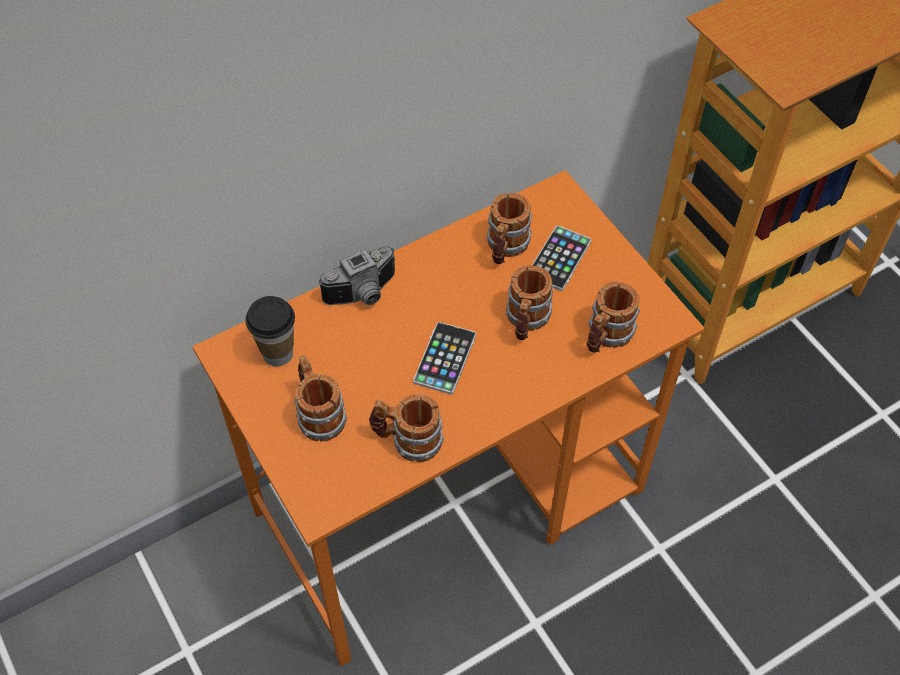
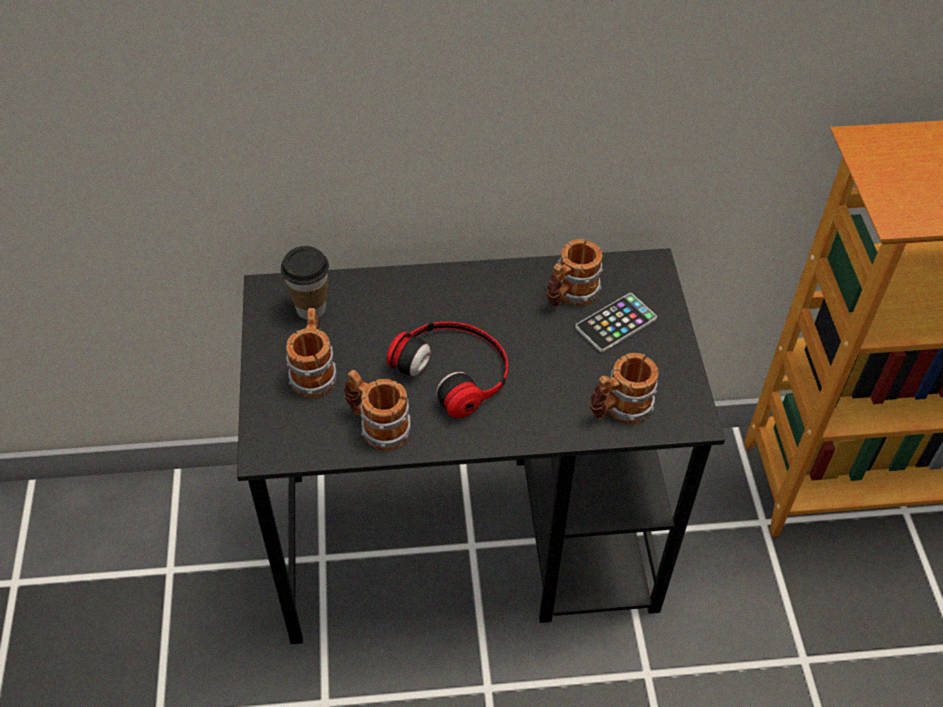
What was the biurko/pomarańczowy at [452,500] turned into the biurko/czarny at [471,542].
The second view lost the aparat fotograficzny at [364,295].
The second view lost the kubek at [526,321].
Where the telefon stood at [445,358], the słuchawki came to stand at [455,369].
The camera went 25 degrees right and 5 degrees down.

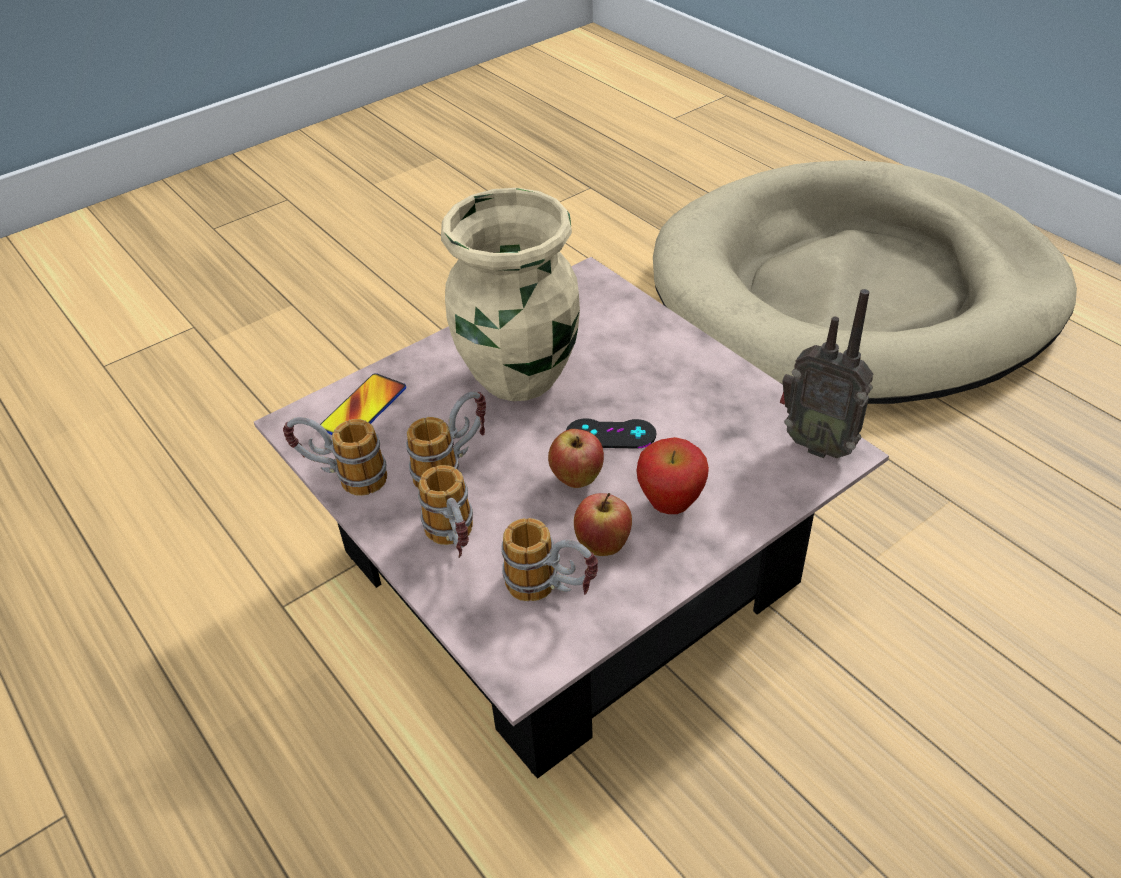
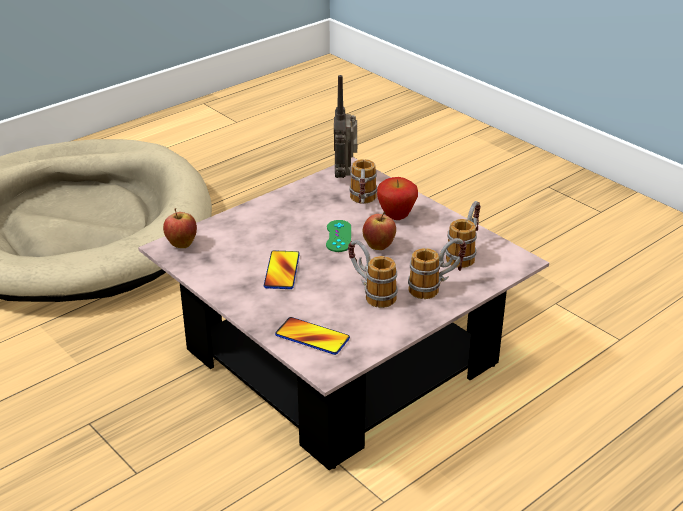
Where the wazon/beżowy stood at [520,378], the telefon came to stand at [282,271].
The radio at [817,443] ended up facing another way, 150 degrees clockwise from before.
The kubek ended up elsewhere, having gone from [342,478] to [362,203].
What was the pad do gier/czarny at [610,434] turned into the pad do gier/zielony at [338,236].
The jabłko ended up elsewhere, having gone from [603,546] to [181,245].
The camera went 95 degrees left and 10 degrees down.

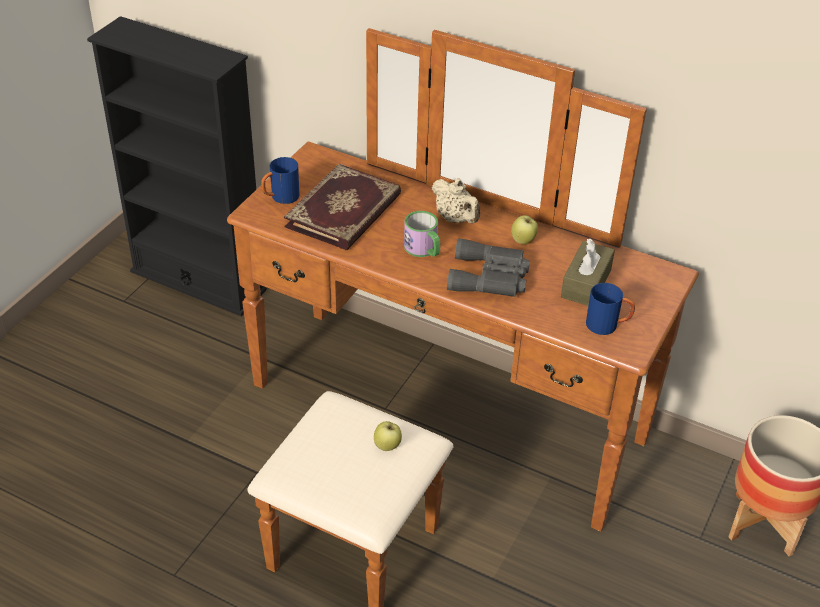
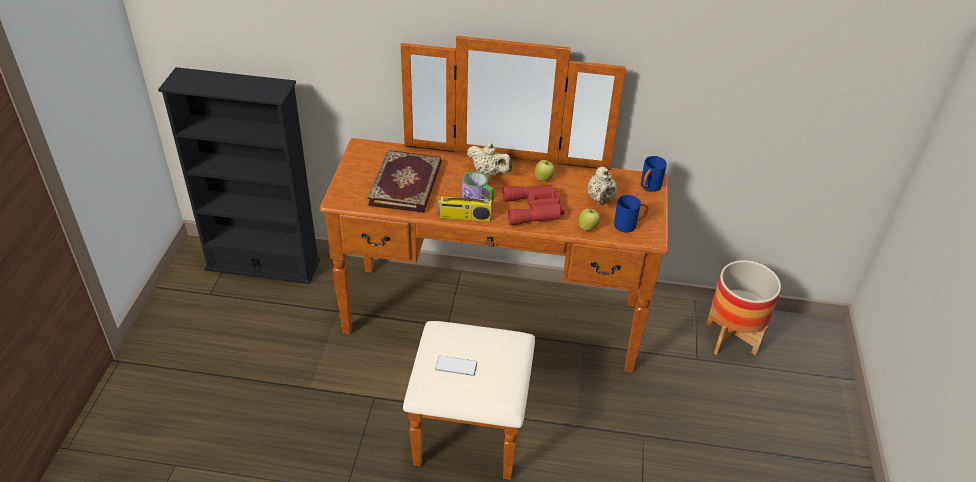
The kubek/niebieski ended up elsewhere, having gone from [280,198] to [648,188].
What was the lornetka/szary at [490,277] turned into the lornetka/czerwony at [534,209].
Where the pudełko chusteczek/brązowy stood at [586,283], the imbryk/beżowy came to stand at [600,199].
The jabłko ended up elsewhere, having gone from [387,446] to [588,228].
The second view gained the radio at [464,217].
The second view gained the telefon at [456,366].
The camera went 20 degrees left and 0 degrees up.

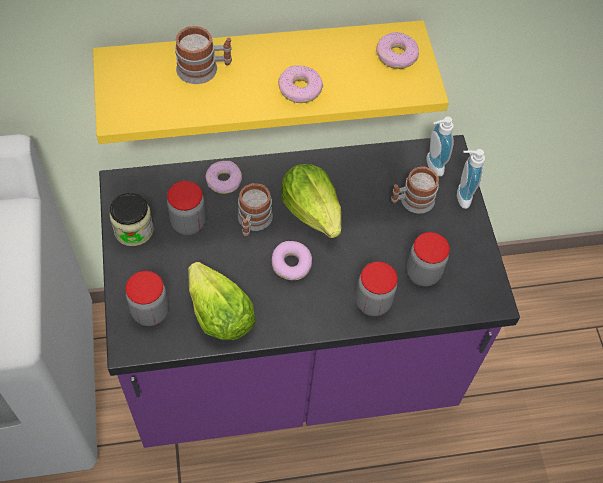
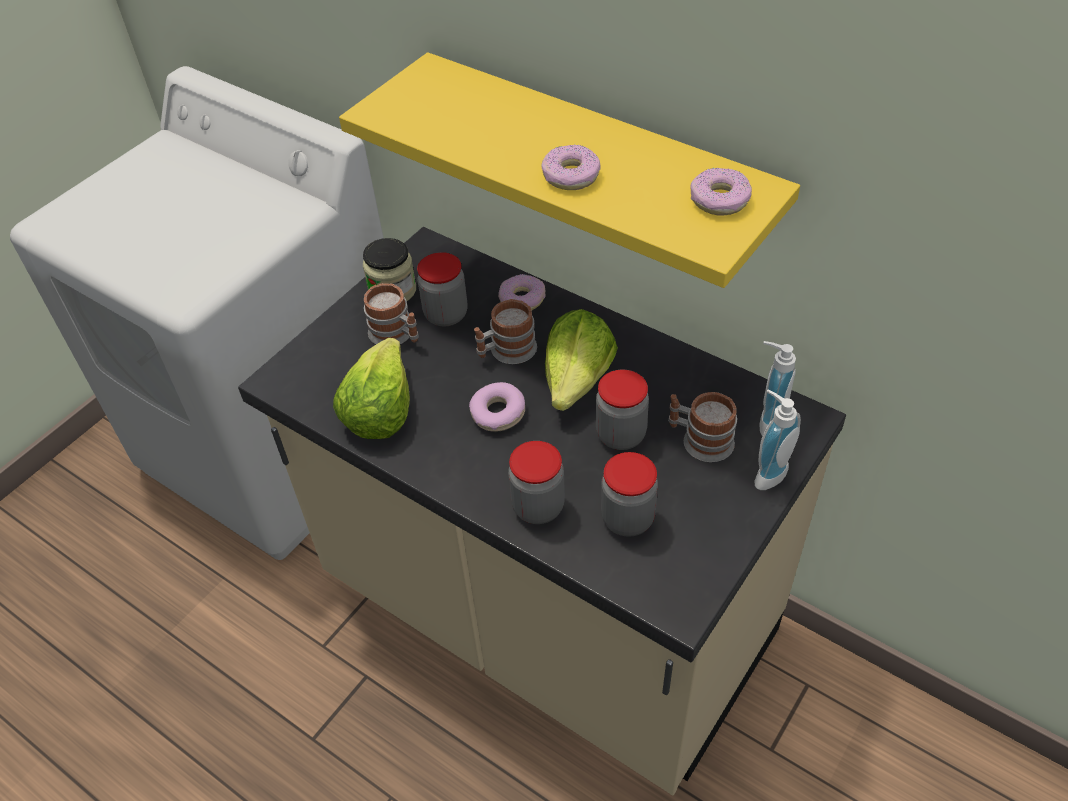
The kubek ended up elsewhere, having gone from [204,69] to [396,335].
What was the zabudowa kuchenna/fioletowy at [291,364] turned into the zabudowa kuchenna/beżowy at [546,613].
The słoik ended up elsewhere, having gone from [150,312] to [621,435].
The camera went 50 degrees right and 10 degrees down.

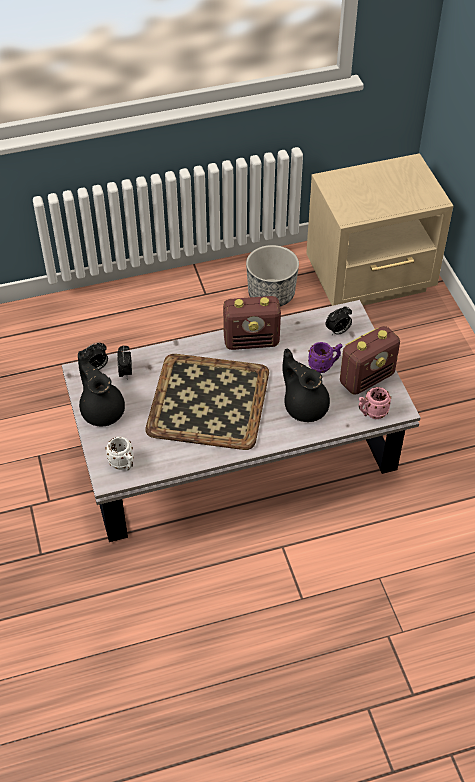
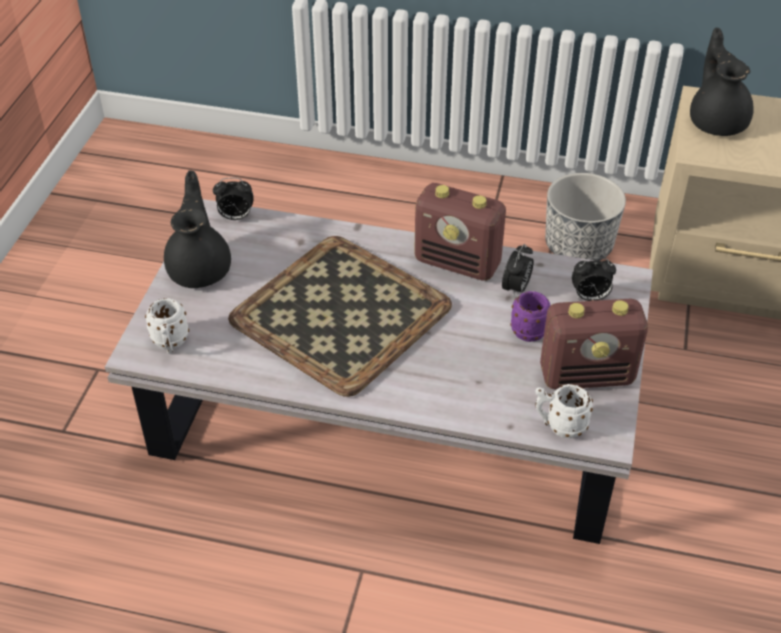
The budzik ended up elsewhere, having gone from [125,373] to [516,288].
The imbryk/czarny ended up elsewhere, having gone from [304,406] to [717,121].
What was the kubek/różowy at [372,413] turned into the kubek/biały at [559,425].
The camera went 30 degrees right and 5 degrees down.

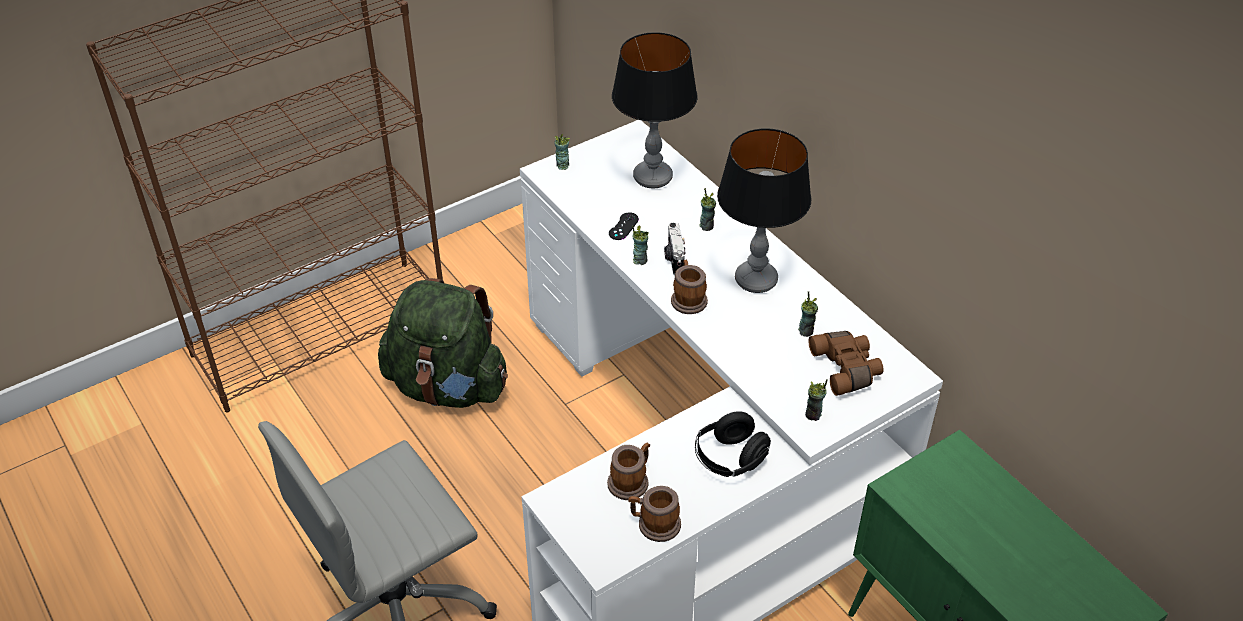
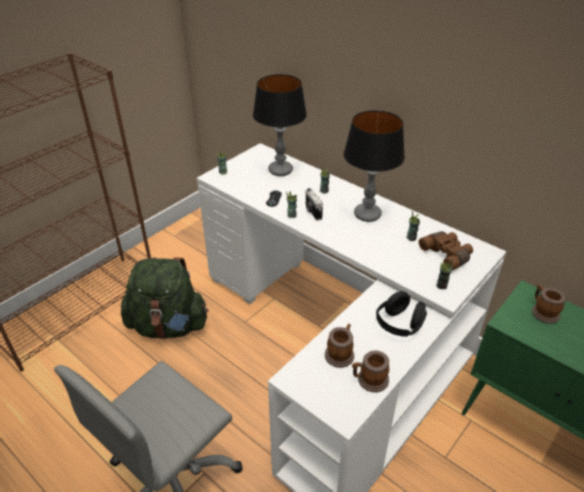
The kubek ended up elsewhere, having gone from [688,298] to [543,312].
The camera went 15 degrees left and 5 degrees down.

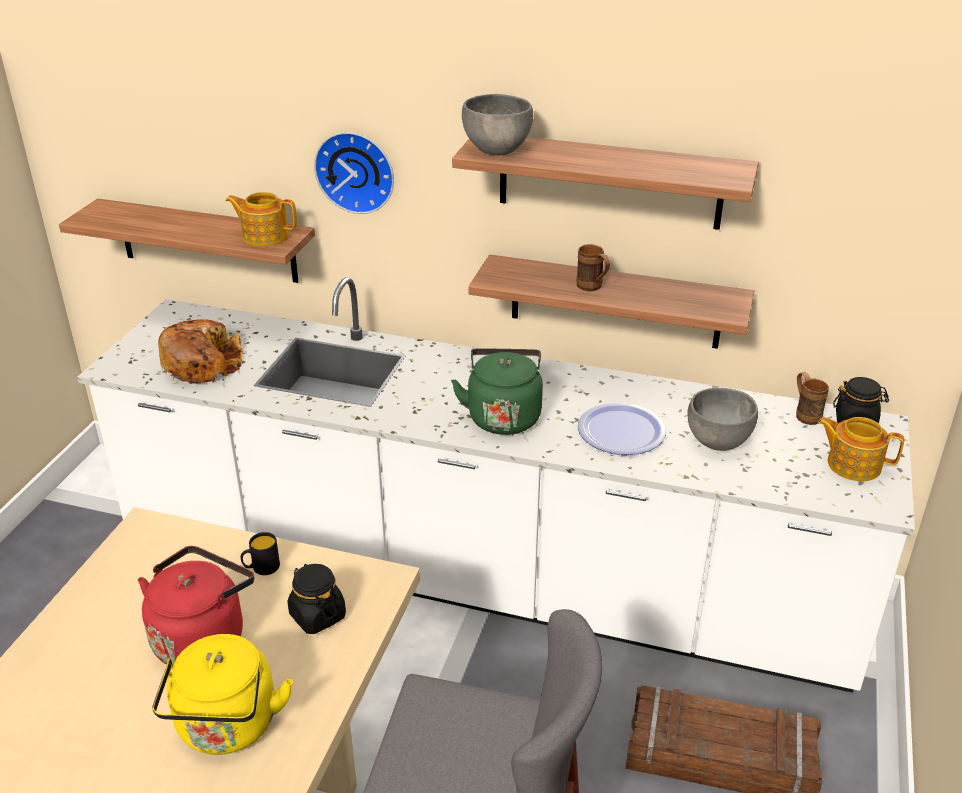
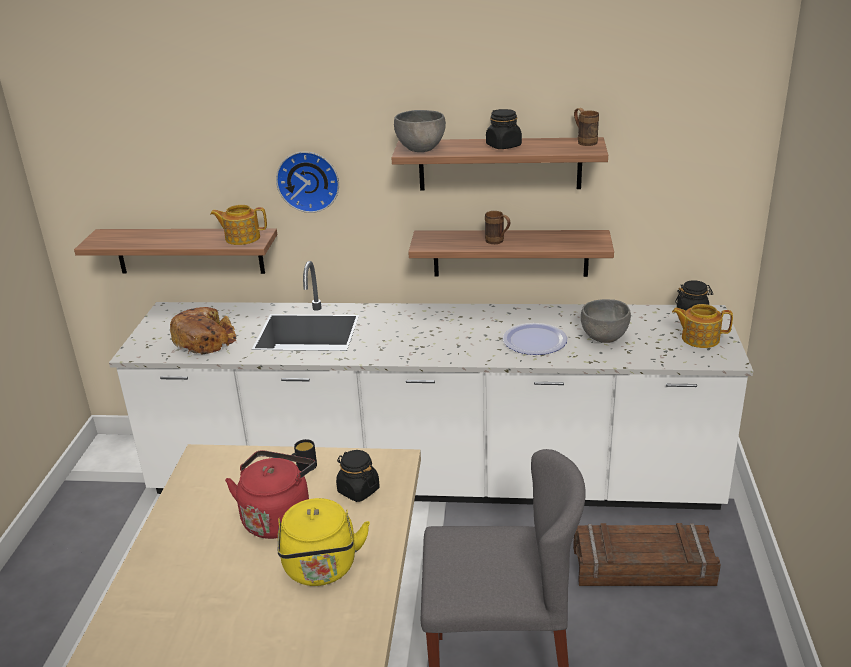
The second view lost the czajnik/zielony at [503,416].
The kubek/brązowy ended up elsewhere, having gone from [805,414] to [584,141].
The second view gained the słoik/czarny at [503,146].
The camera went 10 degrees left and 5 degrees down.

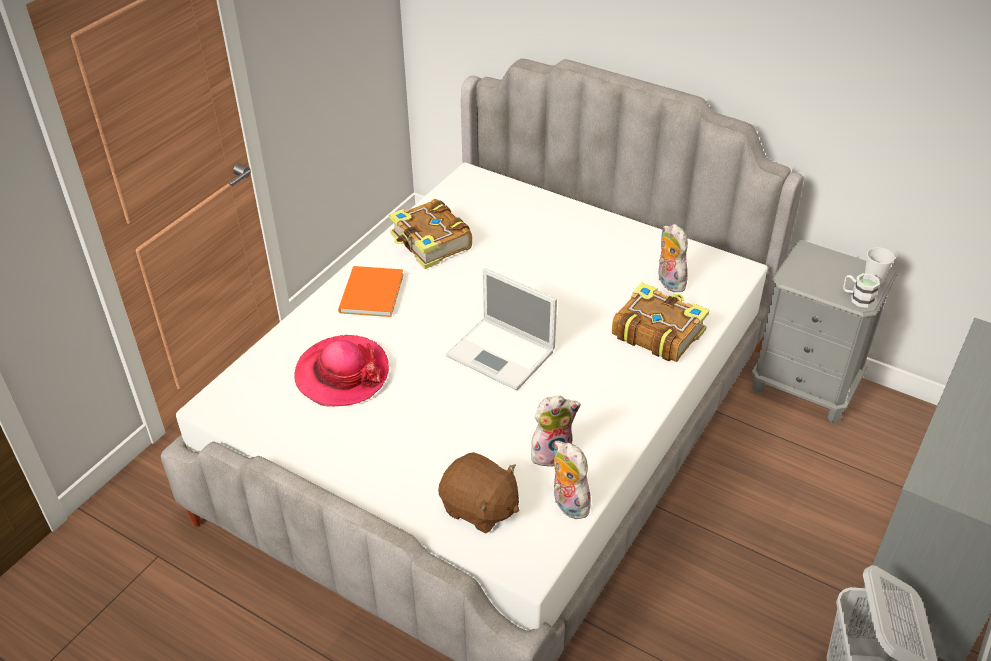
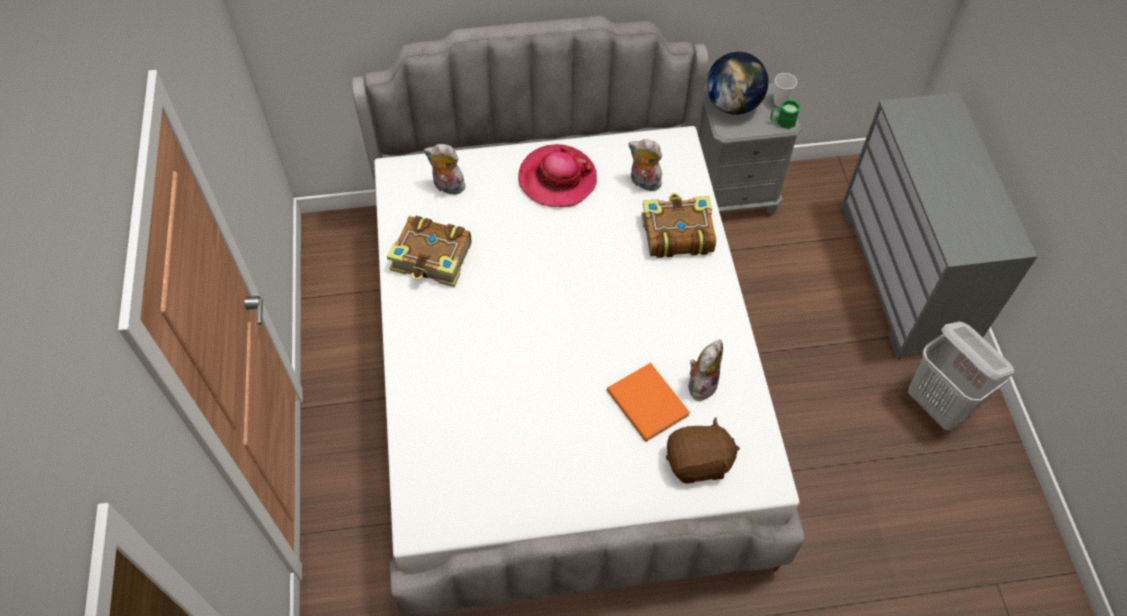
The książka/pomarańczowy ended up elsewhere, having gone from [369,294] to [647,405].
The second view lost the laptop at [502,354].
What was the kubek/biały at [857,298] turned into the kubek/zielony at [782,122].
The kapelusz ended up elsewhere, having gone from [342,374] to [557,178].
The pluszak ended up elsewhere, having gone from [567,504] to [447,187].
The second view gained the globus at [732,104].
The camera went 40 degrees left and 15 degrees up.

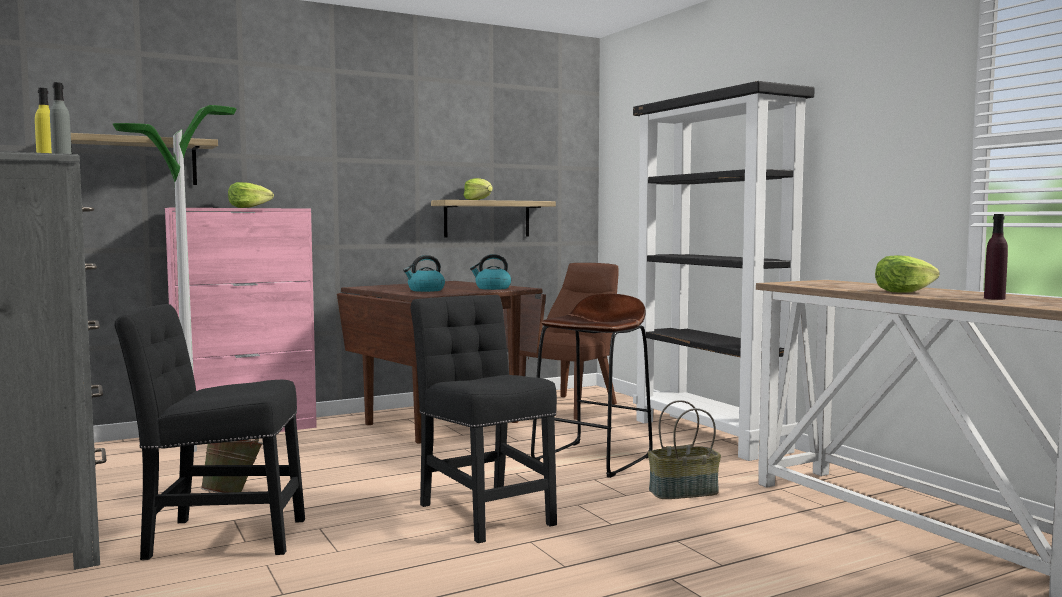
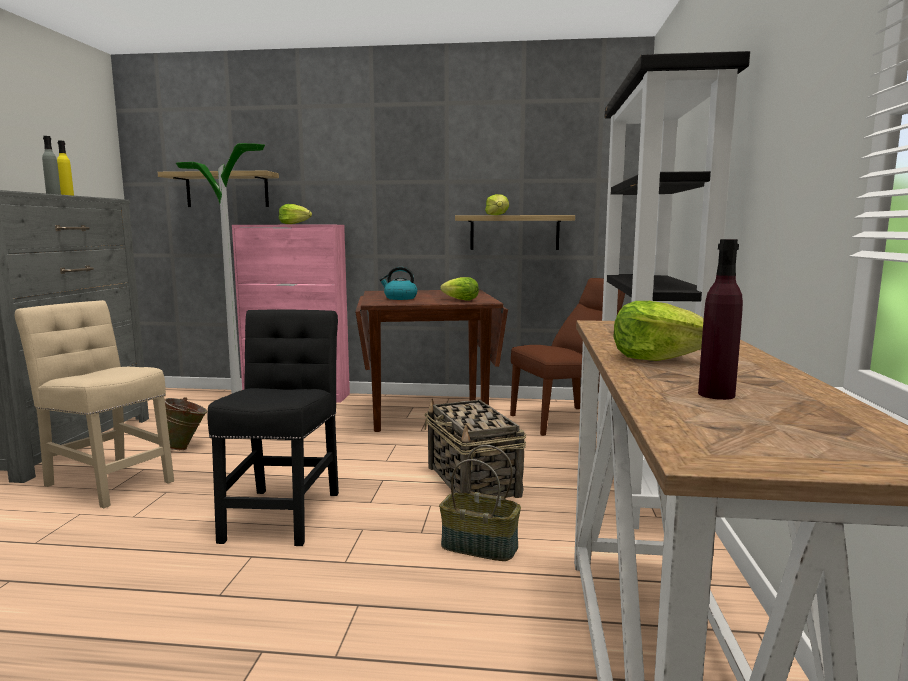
Where the czajnik stood at [492,288], the sałata came to stand at [460,300].
Where the stołek/brązowy stood at [593,459], the koszyk came to stand at [473,482].
What was the krzesło/czarny at [218,538] turned into the krzesło/beżowy at [107,481].
The camera went 35 degrees right and 5 degrees up.

